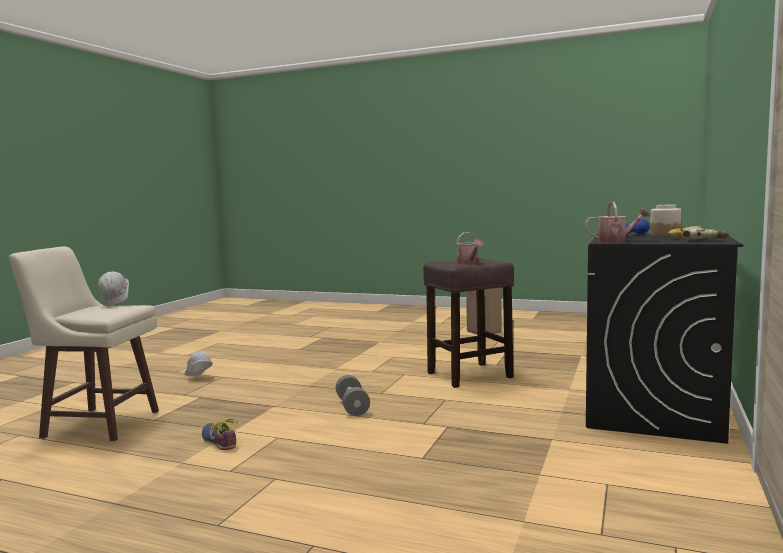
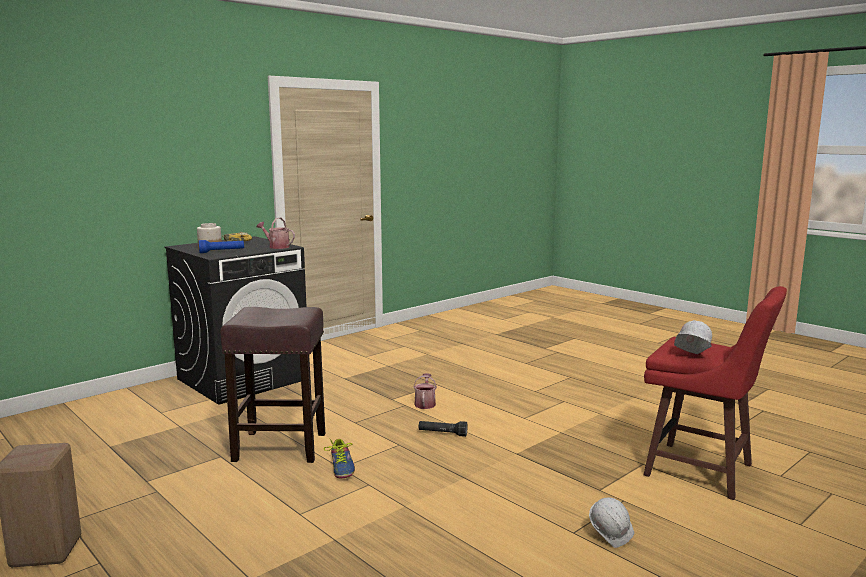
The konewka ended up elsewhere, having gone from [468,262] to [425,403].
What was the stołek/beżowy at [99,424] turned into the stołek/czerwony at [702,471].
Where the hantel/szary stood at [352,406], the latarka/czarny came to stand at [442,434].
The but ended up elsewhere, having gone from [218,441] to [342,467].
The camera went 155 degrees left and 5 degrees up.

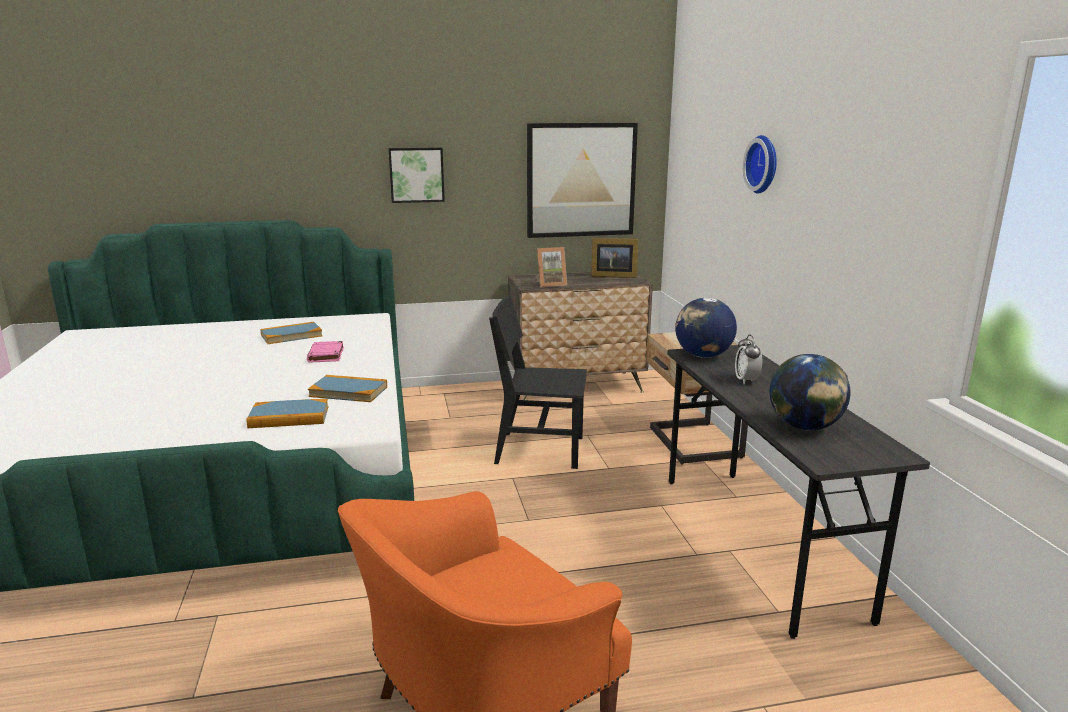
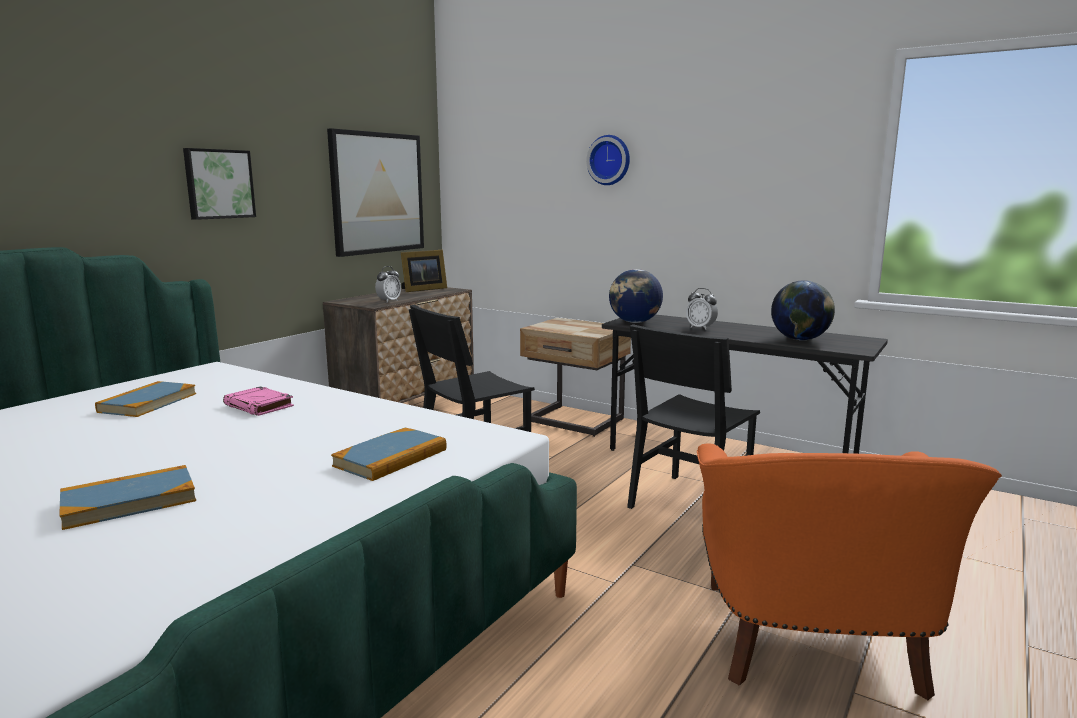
Where the ramka na zdjęcie stood at [550,284], the budzik came to stand at [389,301].
The książka ended up elsewhere, having gone from [348,392] to [129,501].
The second view gained the krzesło/czarny at [689,502].
The camera went 45 degrees left and 5 degrees down.

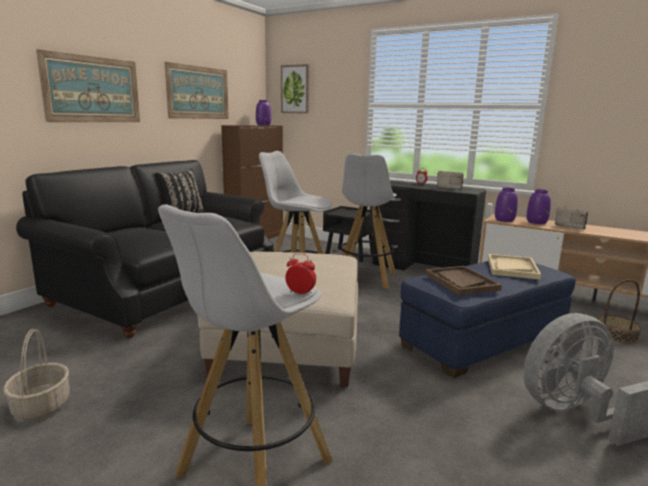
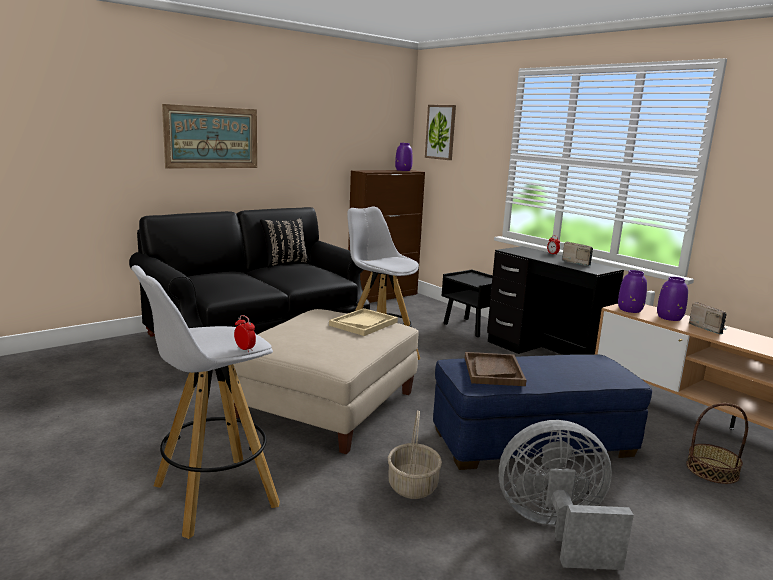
The second view lost the obraz at [198,92].
The second view lost the stołek/biały at [365,278].
The taca/beżowy ended up elsewhere, having gone from [512,268] to [363,323].
The koszyk ended up elsewhere, having gone from [41,406] to [412,485].
The camera went 20 degrees right and 0 degrees up.

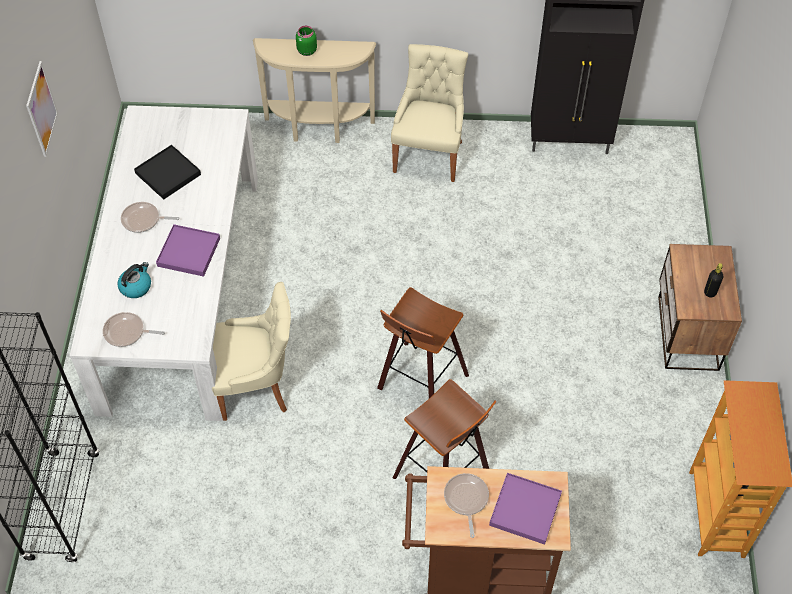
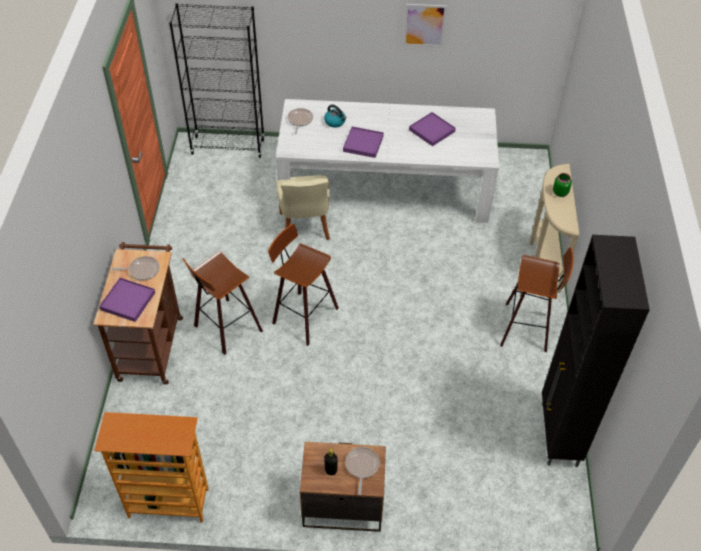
Where the krzesło/beżowy stood at [429,154], the stołek came to stand at [527,328].
What was the taca/czarny at [168,174] turned into the taca/fioletowy at [432,130].
The patelnia ended up elsewhere, having gone from [143,220] to [361,466].
The camera went 90 degrees right and 5 degrees down.

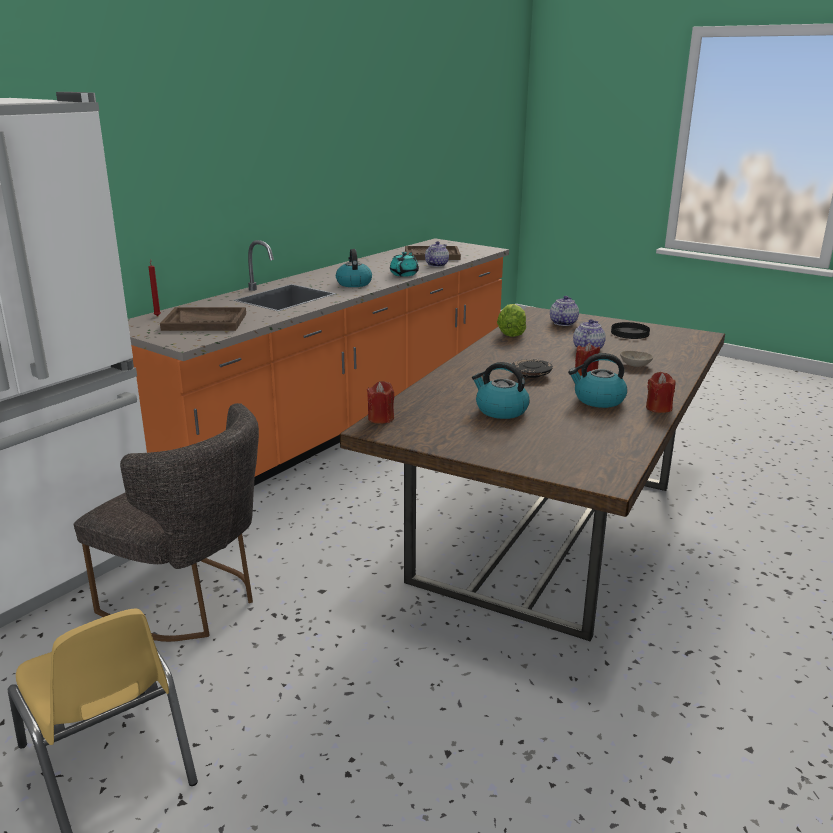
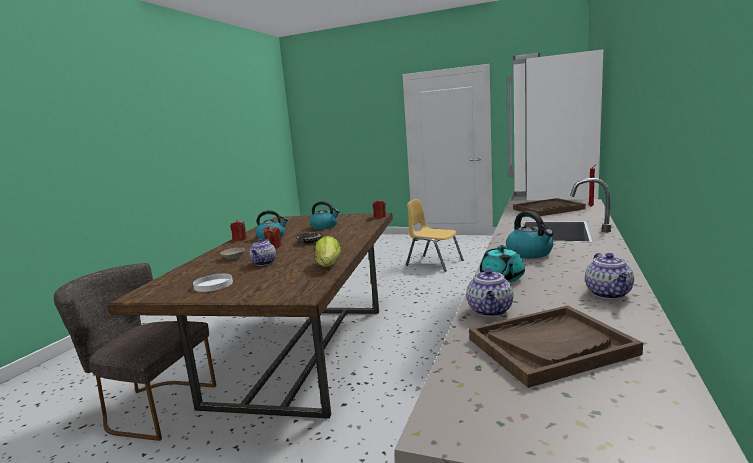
The imbryk ended up elsewhere, having gone from [563,323] to [609,294].
What was the talerz/czarny at [630,333] turned into the talerz/biały at [213,285].
The krzesło/szary ended up elsewhere, having gone from [191,602] to [150,407].
The camera went 165 degrees right and 10 degrees down.

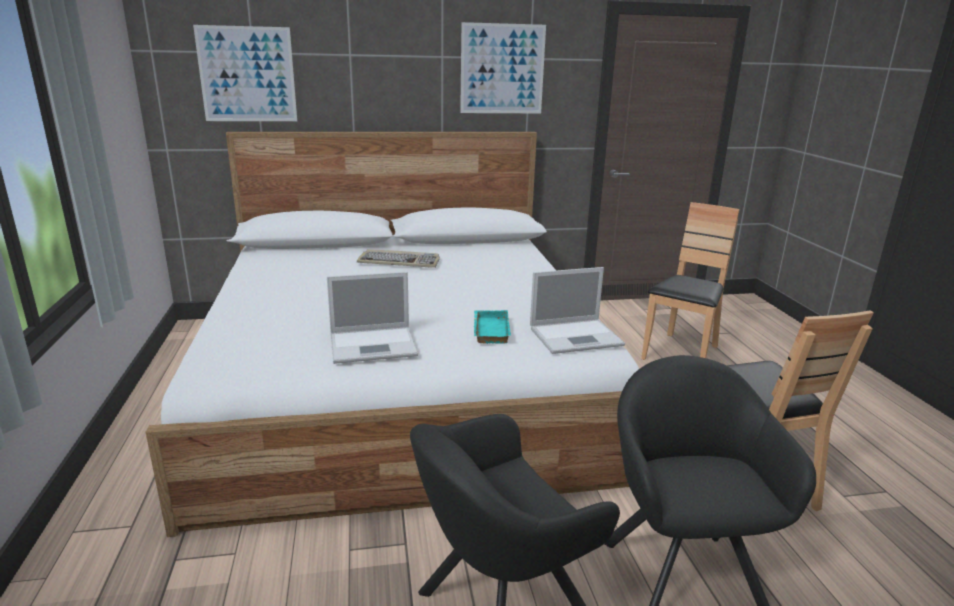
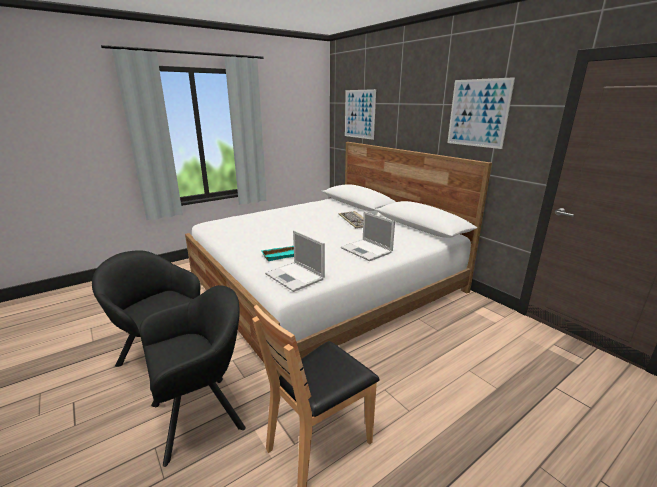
The second view lost the krzesło/brązowy at [681,353].
The laptop ended up elsewhere, having gone from [375,345] to [367,250].
The camera went 65 degrees right and 0 degrees up.

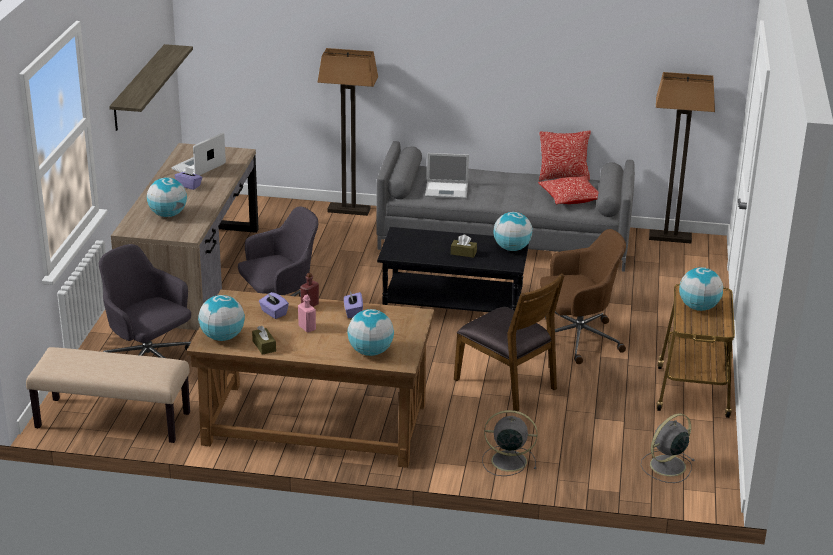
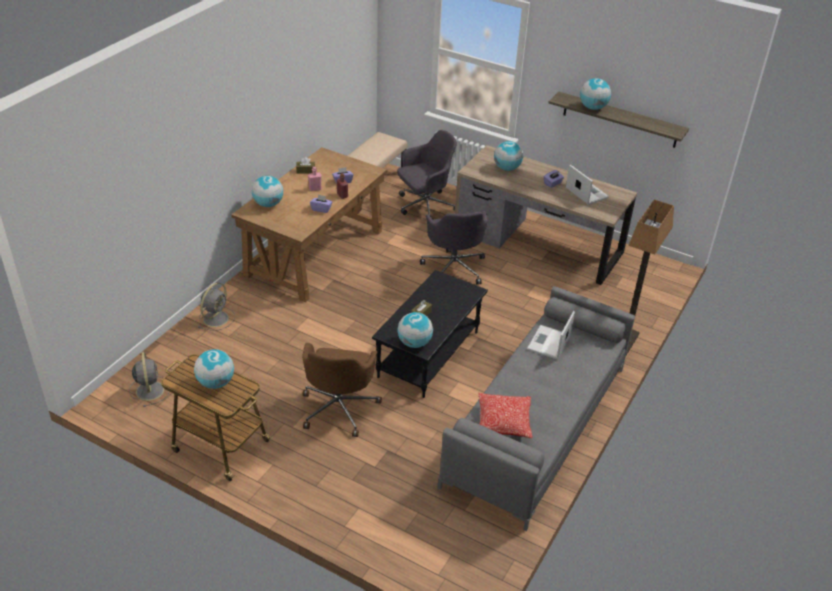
The second view lost the lampa stojąca at [670,238].
The second view lost the poduszka at [563,177].
The second view lost the krzesło/brązowy at [507,383].
The globus ended up elsewhere, having gone from [222,337] to [593,107].
The camera went 110 degrees right and 10 degrees up.

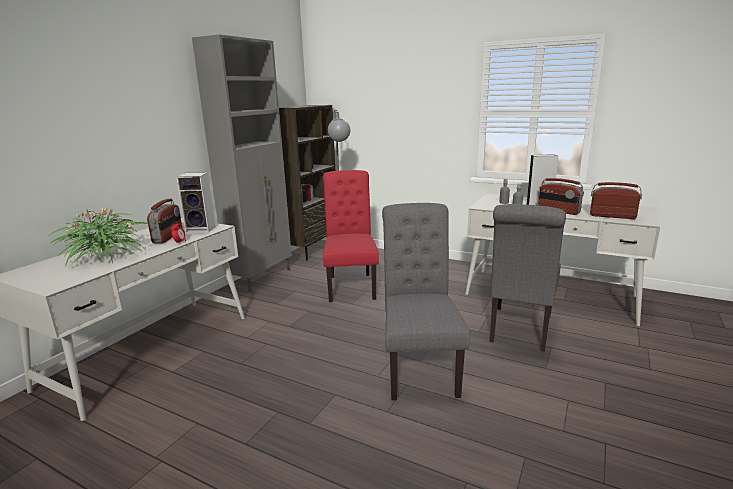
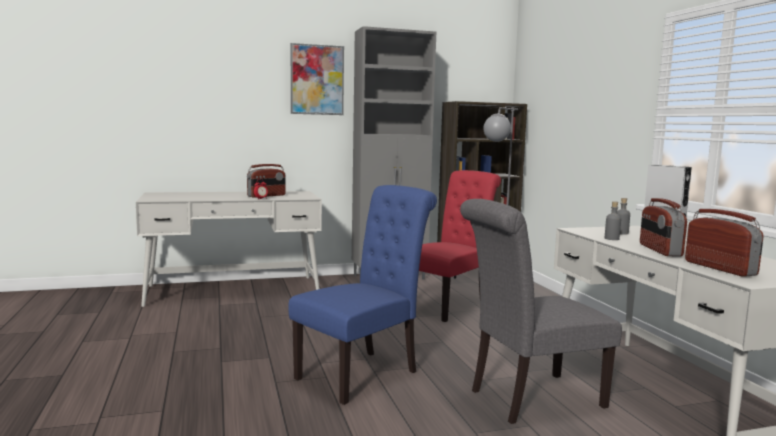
The second view lost the głośnik at [202,229].
What was the krzesło/szary at [419,366] turned into the krzesło/niebieski at [363,373].
The second view lost the roślina doniczkowa at [105,256].
The second view gained the obraz at [317,80].
The camera went 45 degrees right and 10 degrees down.

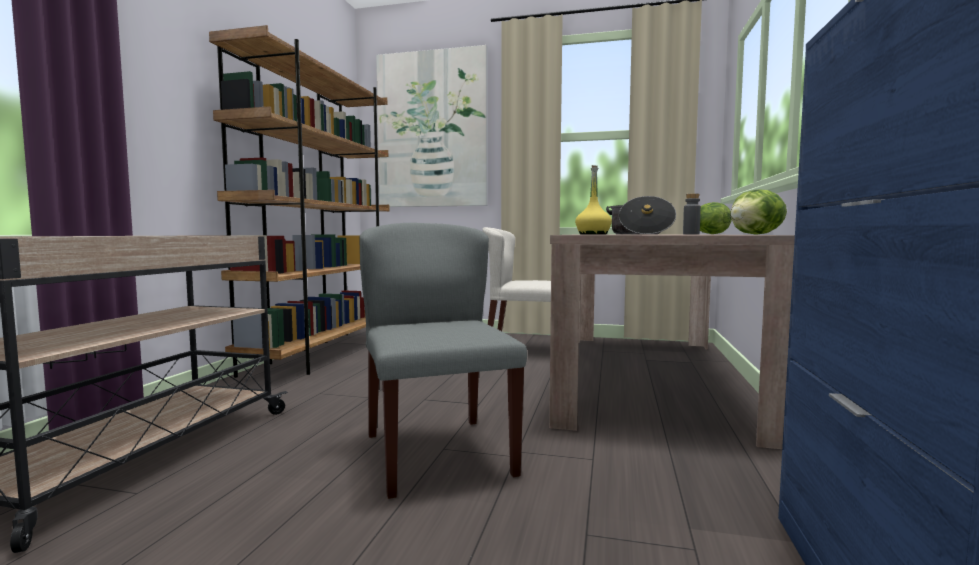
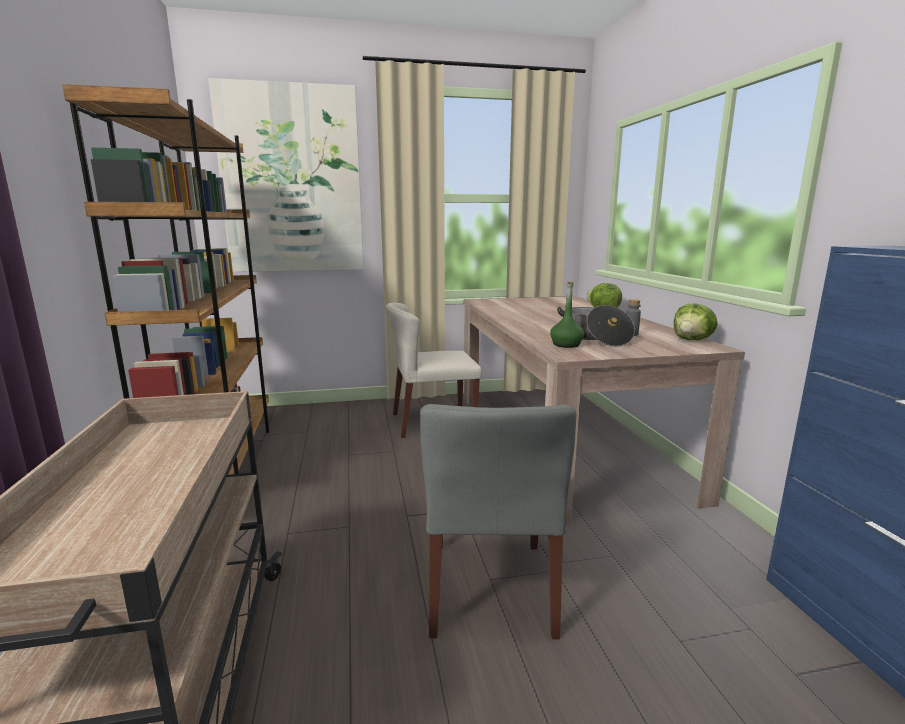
What was the butelka/żółty at [593,234] turned into the butelka/zielony at [566,345].
The krzesło/szary at [437,453] ended up facing another way, 135 degrees counterclockwise from before.
The camera went 25 degrees left and 10 degrees up.

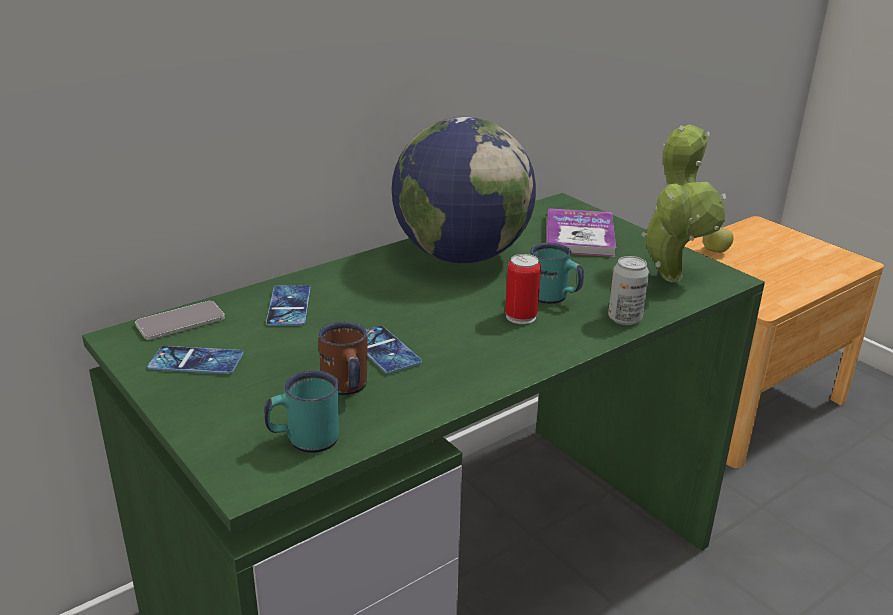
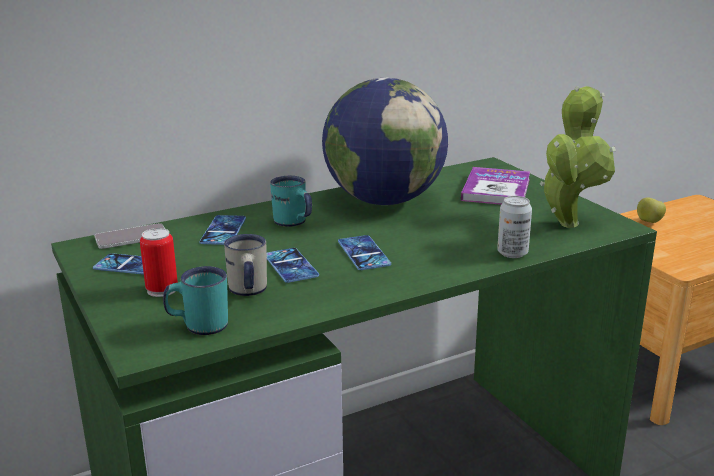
The kubek/turkusowy ended up elsewhere, having gone from [553,298] to [293,223].
The puszka ended up elsewhere, having gone from [521,316] to [162,290].
What was the kubek/brązowy at [346,389] turned into the kubek/biały at [247,291].
The second view gained the telefon at [363,253].
The camera went 10 degrees right and 5 degrees down.

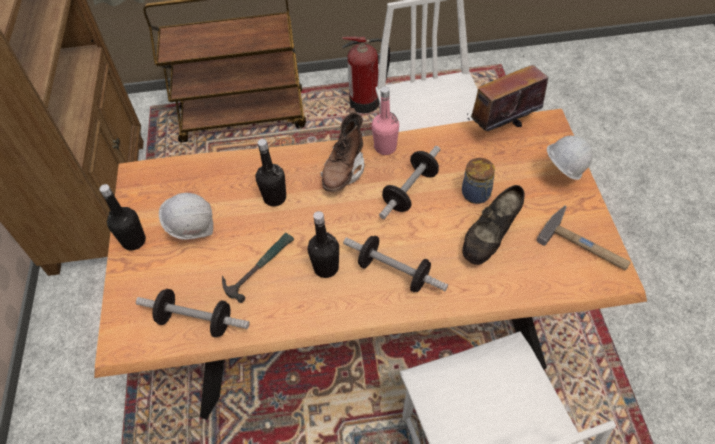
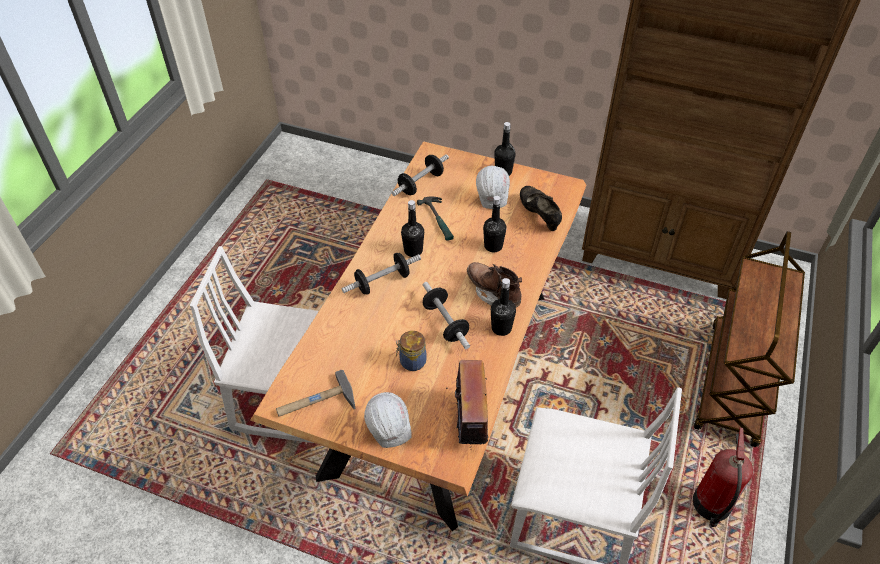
What was the butelka/różowy at [385,147] turned into the butelka/czarny at [501,328].
The but/czarny ended up elsewhere, having gone from [490,237] to [539,216].
The camera went 115 degrees right and 5 degrees down.

